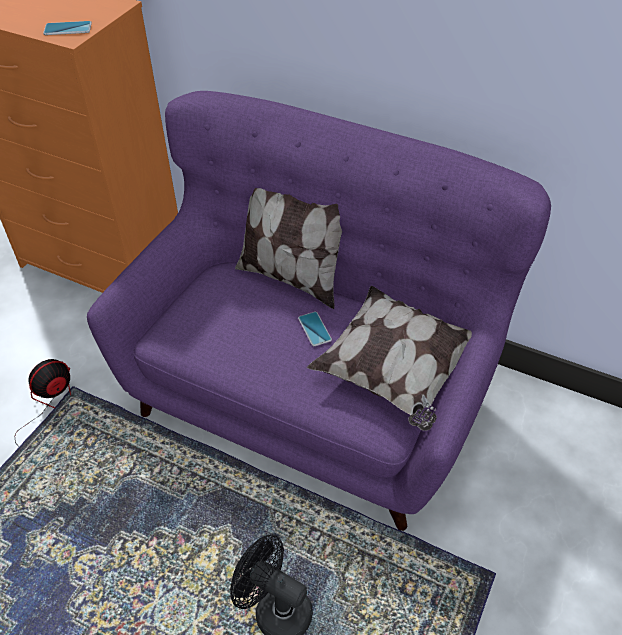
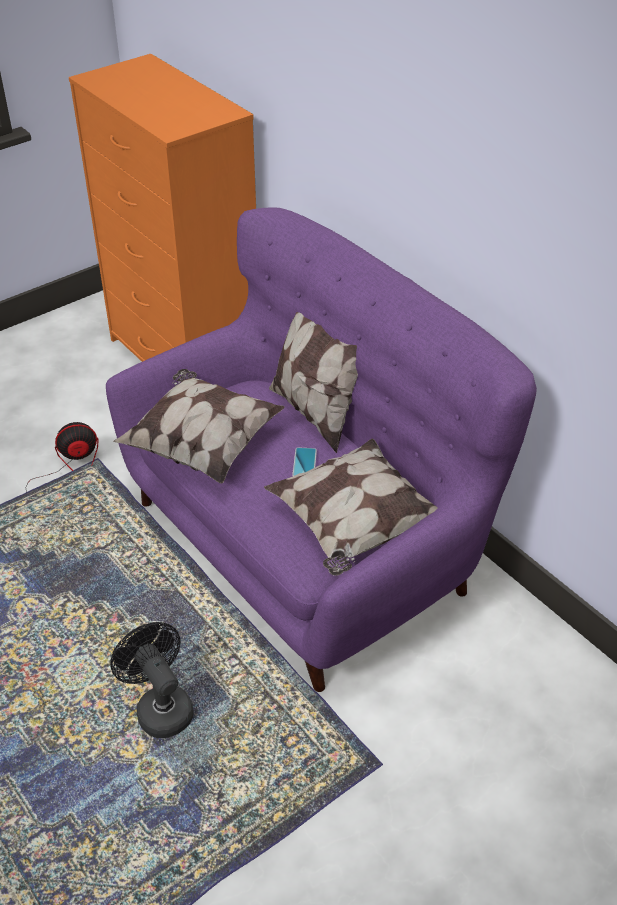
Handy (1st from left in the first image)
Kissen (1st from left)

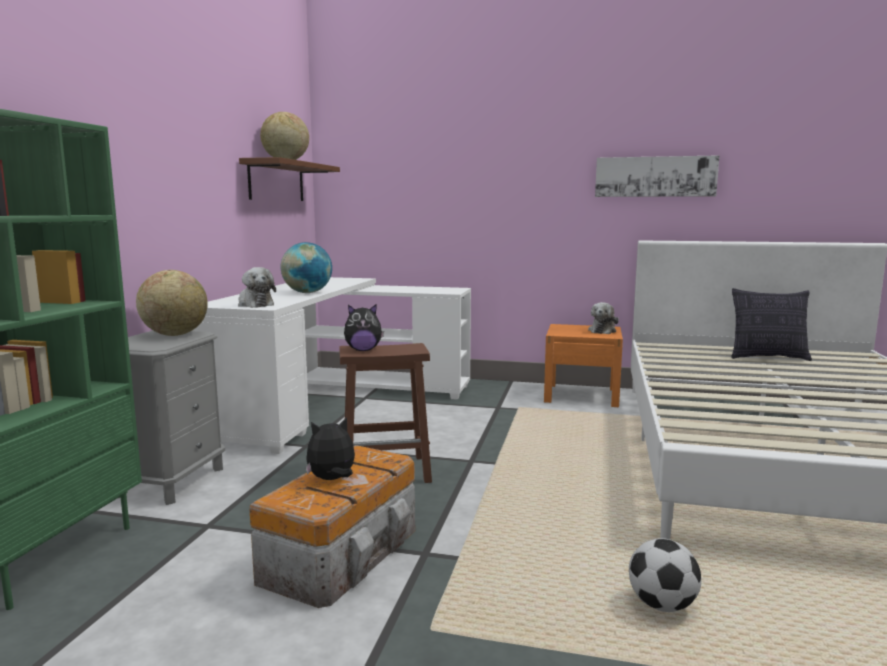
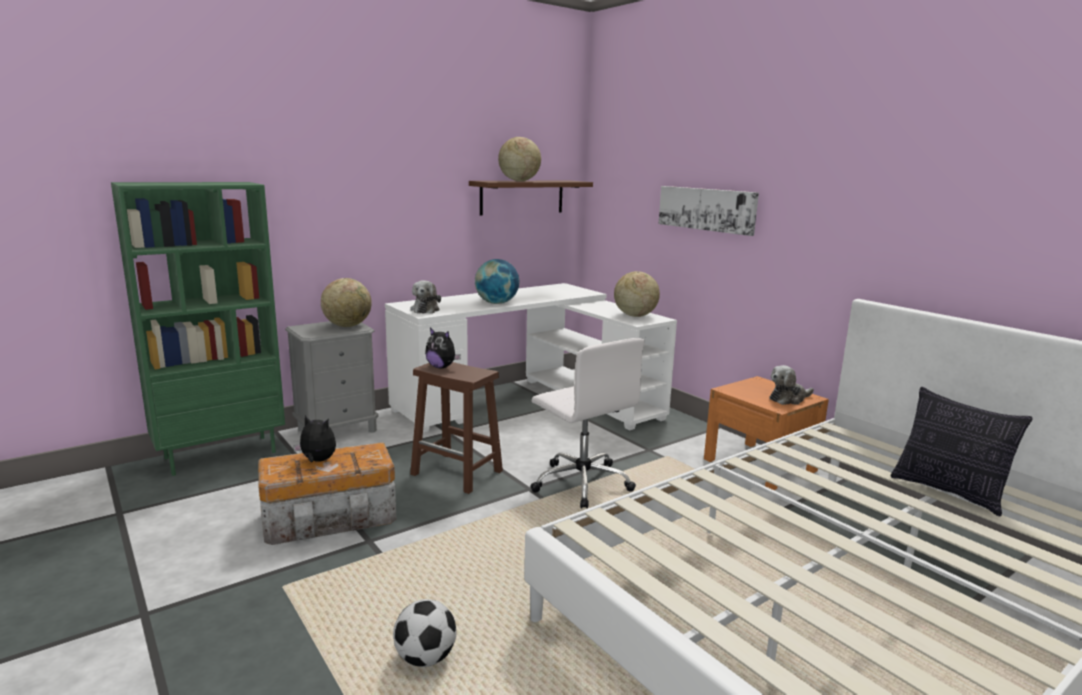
Bürostuhl (weiß)
Globus (4th from left)
Bild

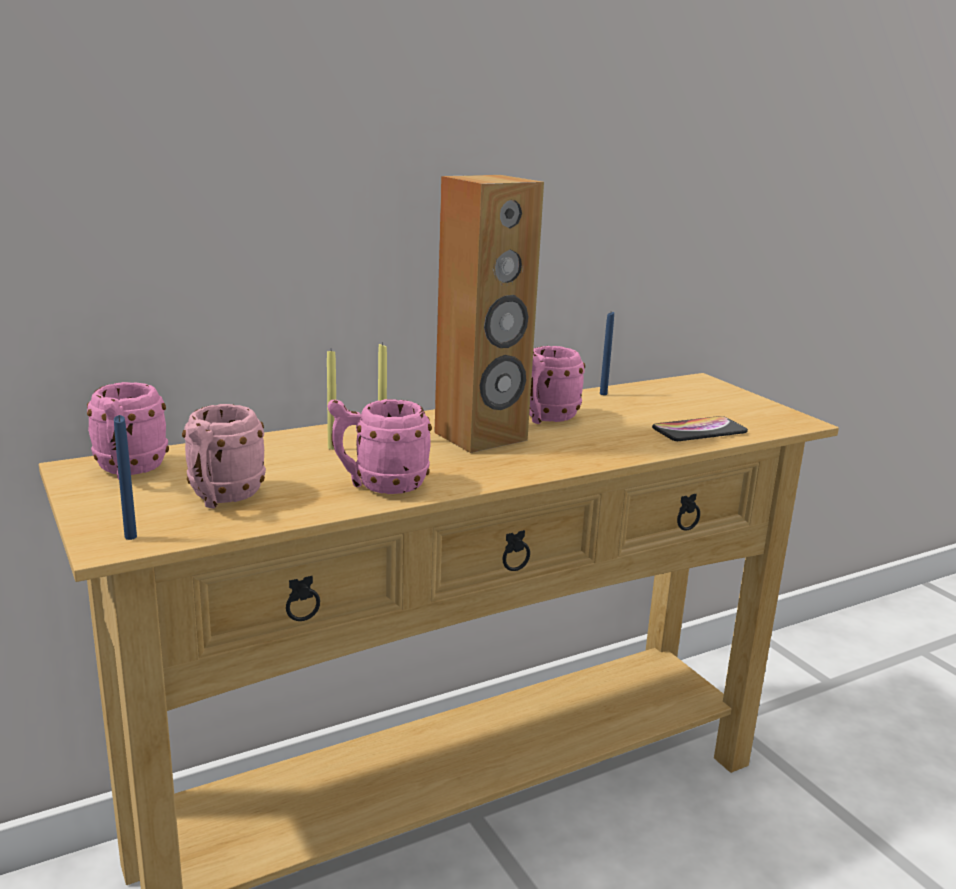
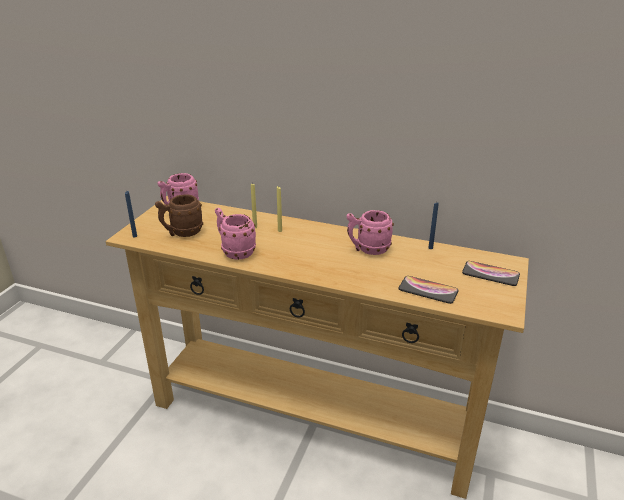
Lautsprecher (braun)
Handy (2nd from left)
Henkelbecher (braun)

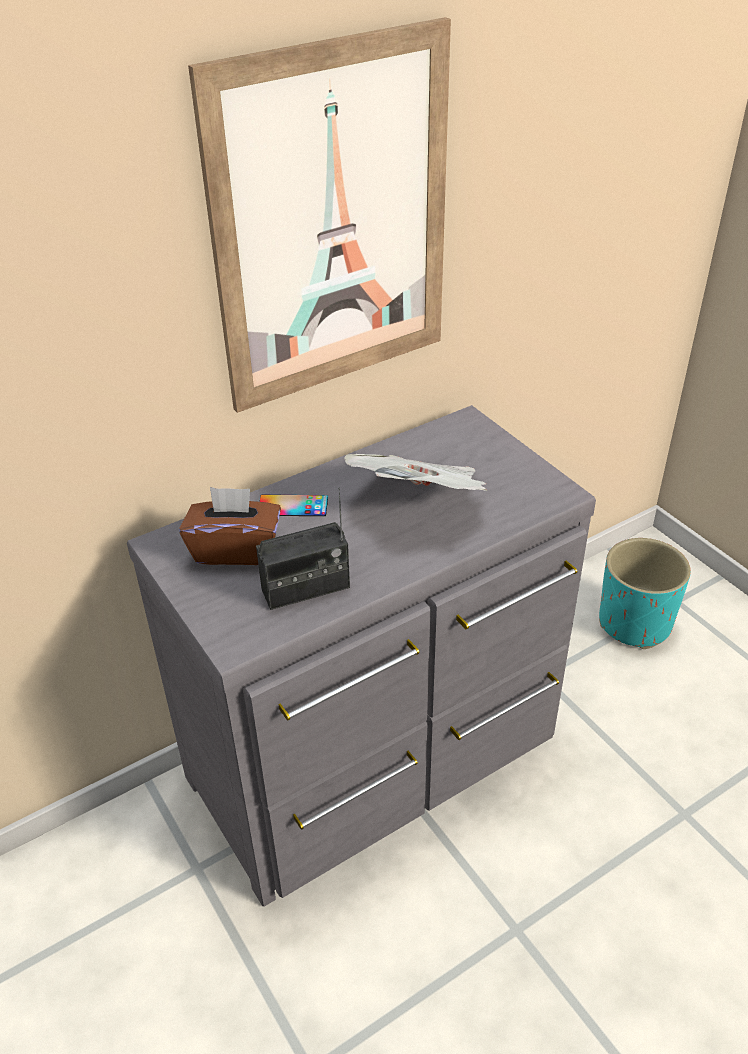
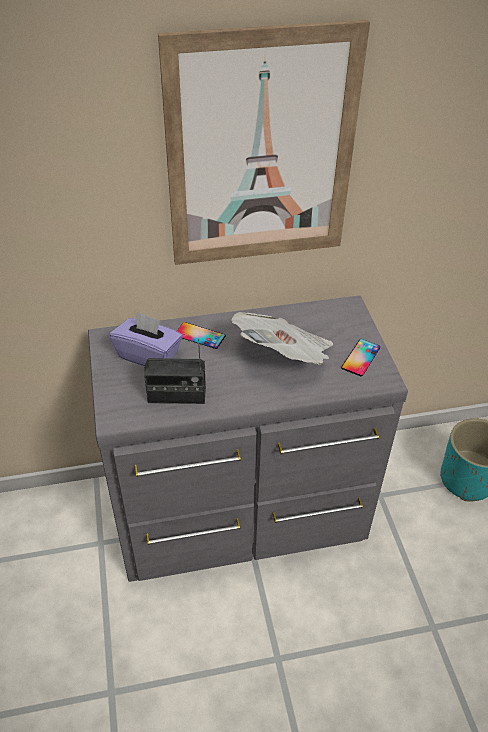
Handy (2nd from left)
Taschentuchbox (lila)

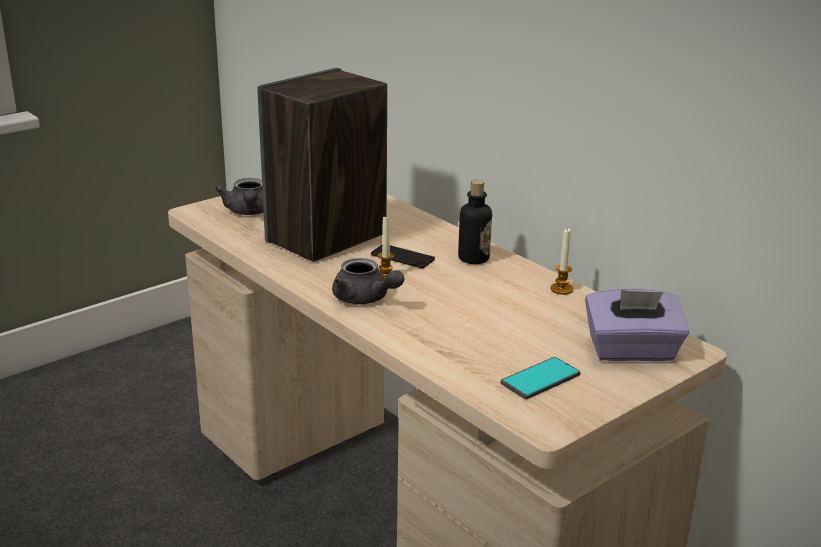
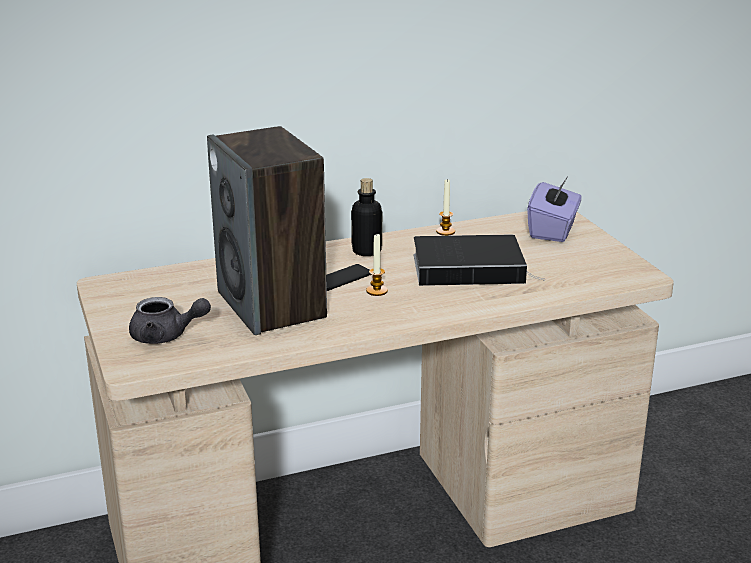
Teekanne (grau) (2nd from left in the first image)
Handy (2nd from left in the first image)
Buch

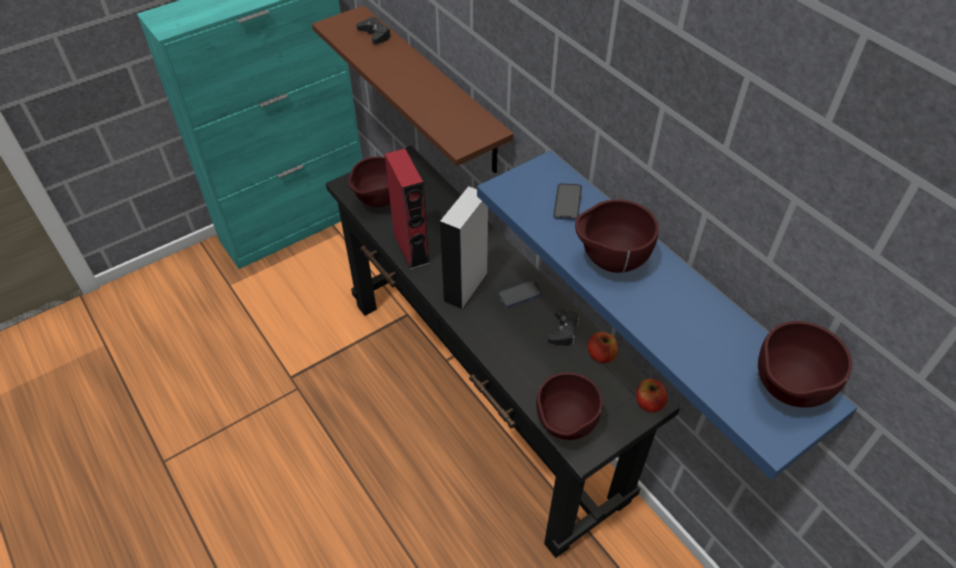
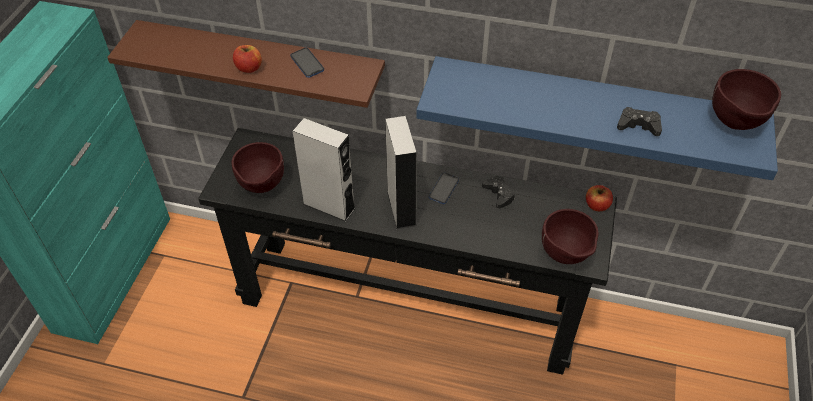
Schüssel (braun) (3rd from left in the first image)
Gamepad (schwarz) (2nd from left)
Handy (1st from left)
Apfel (1st from left)
Lautsprecher (grau) (1st from left)

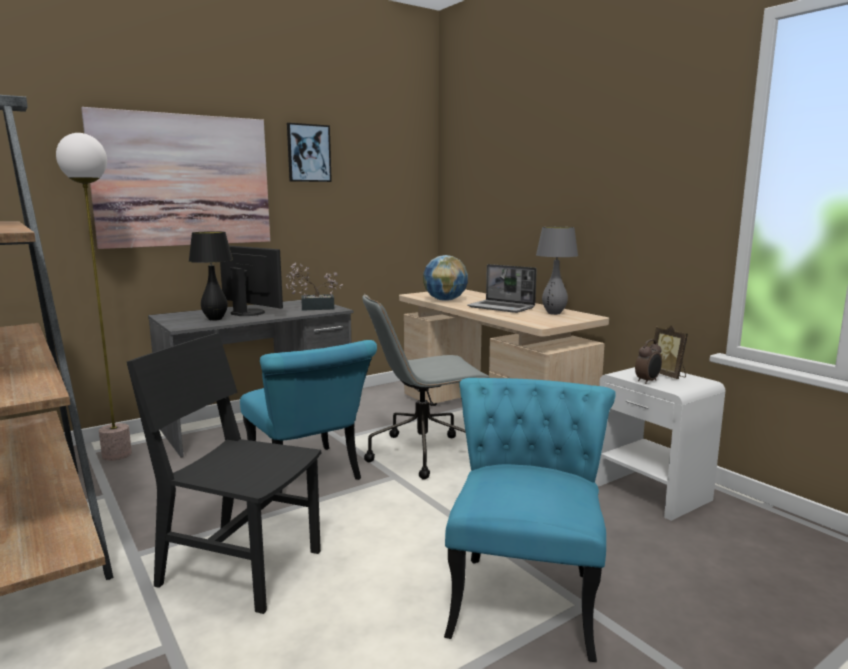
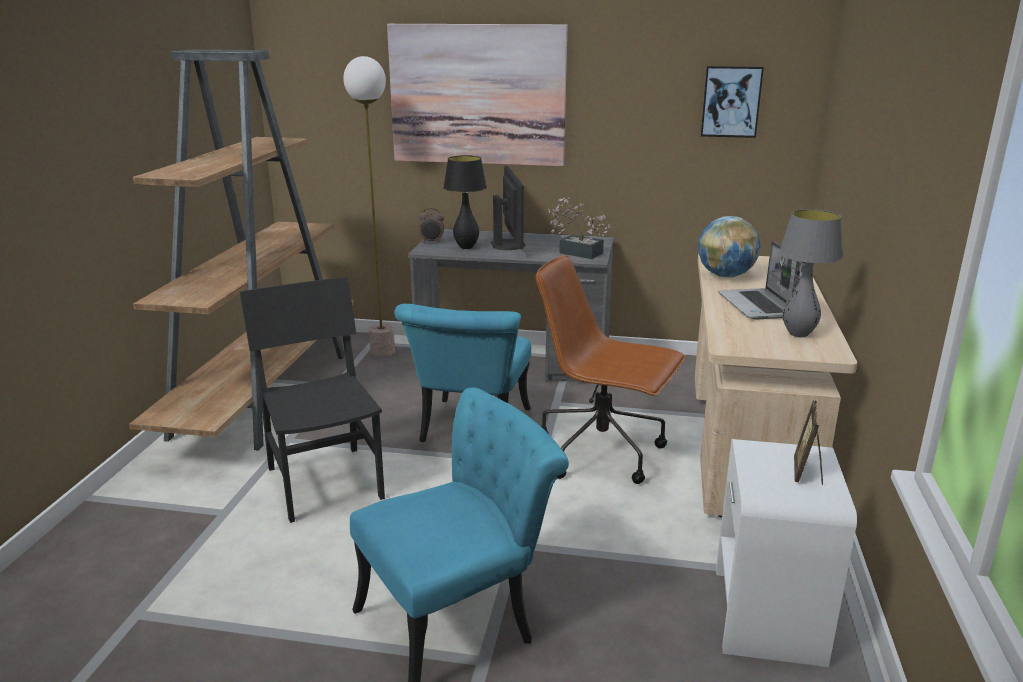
Bild (2nd from left)
Wecker
Bürostuhl (braun)

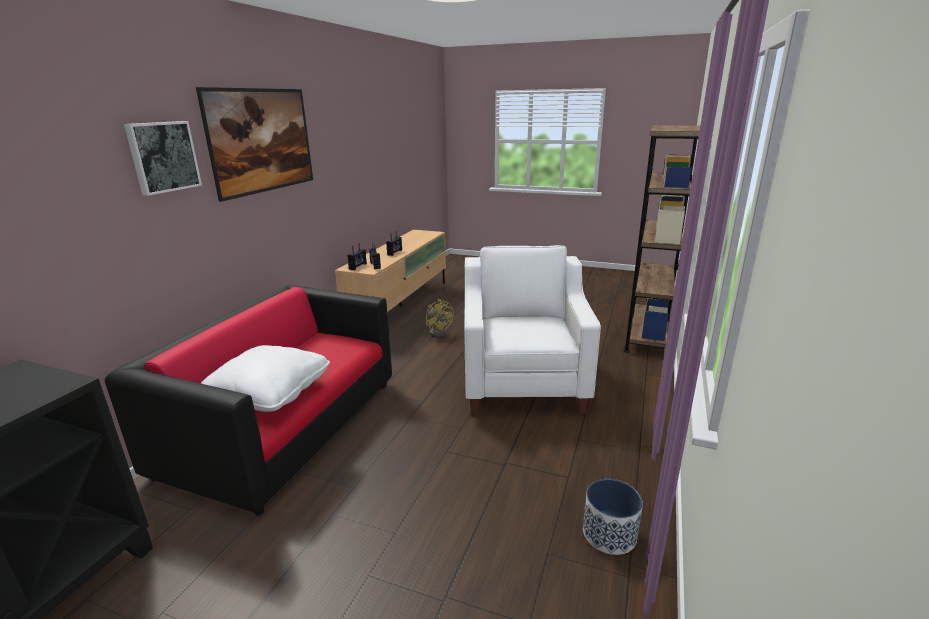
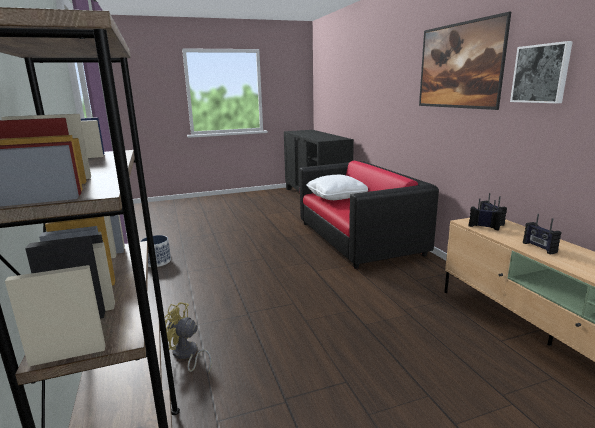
Sessel (weiß)
Bild (2nd from left)
Ventilator (gelb)

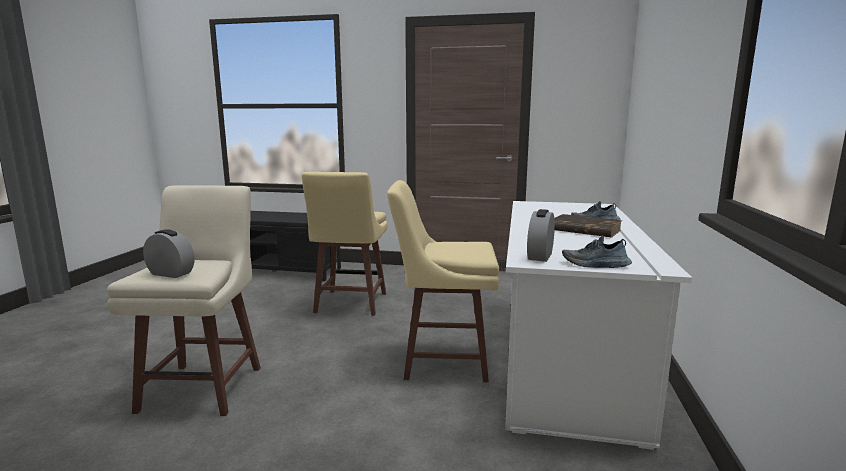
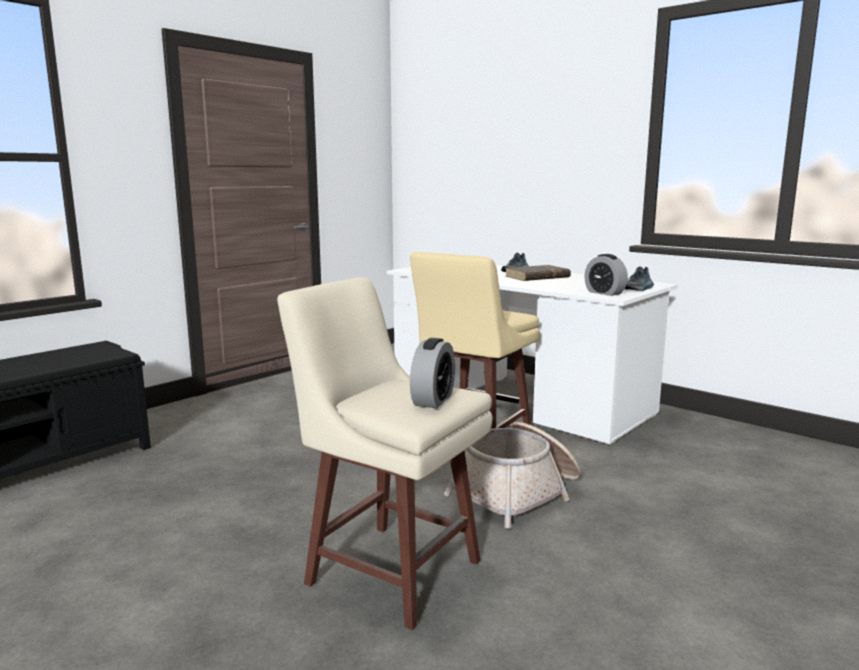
Hocker (beige) (2nd from left in the first image)
Korb
Wecker (1st from left)

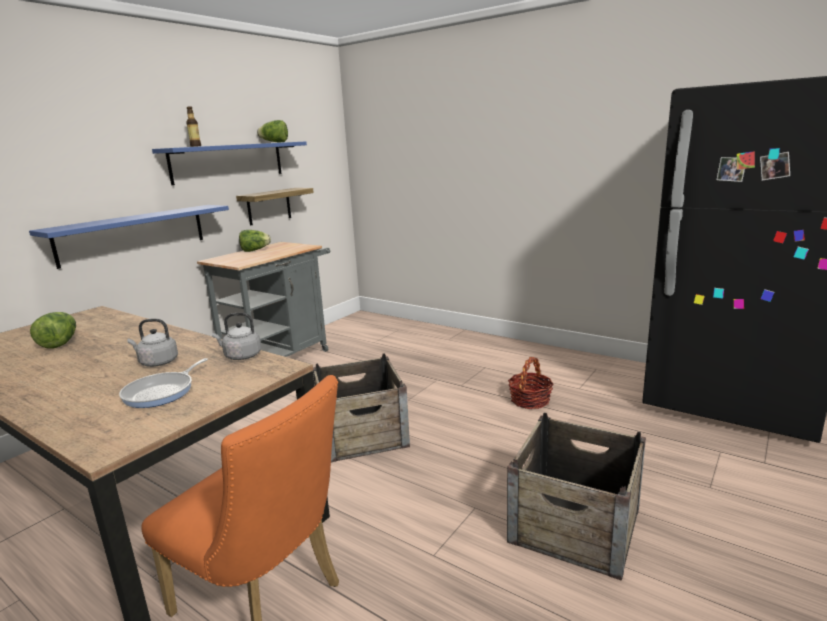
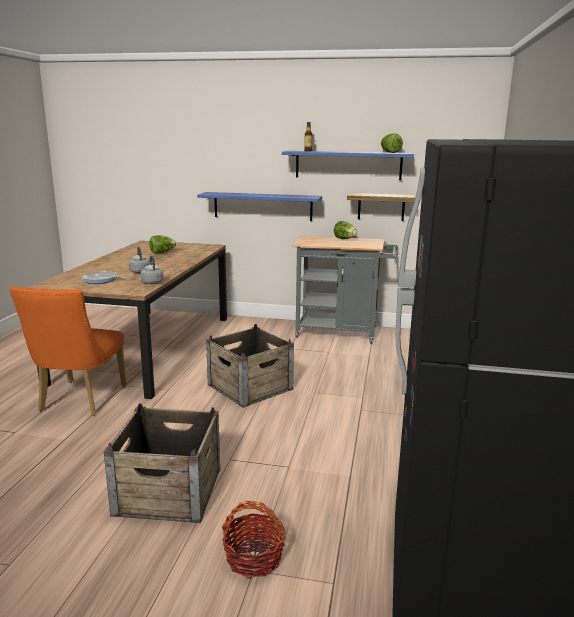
Korb

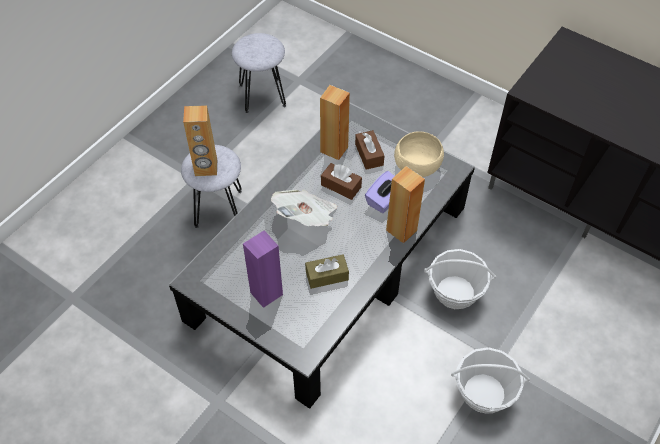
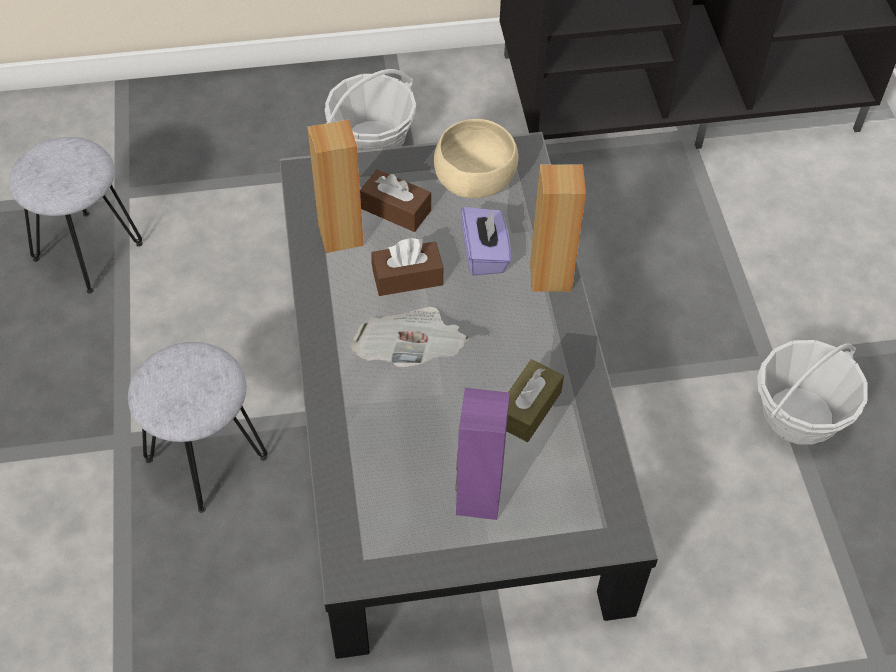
Lautsprecher (braun) (1st from left in the first image)
Korb (1st from left)

